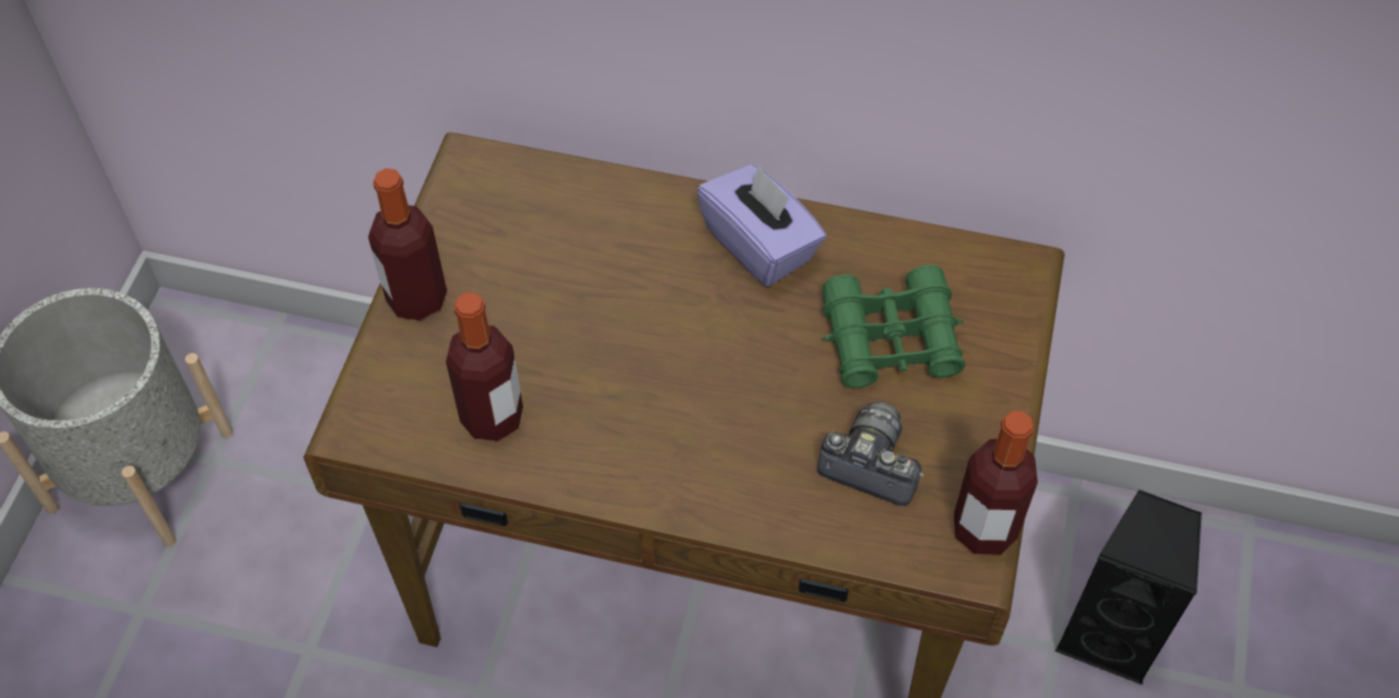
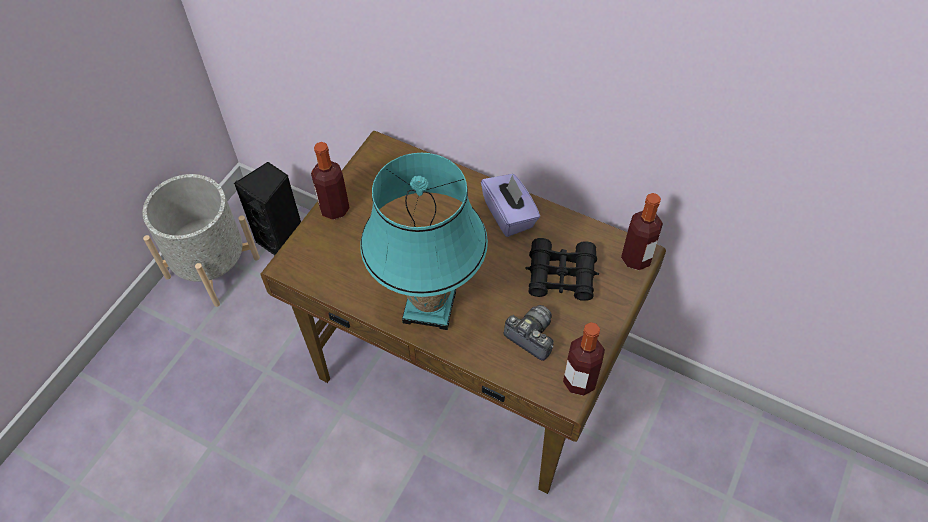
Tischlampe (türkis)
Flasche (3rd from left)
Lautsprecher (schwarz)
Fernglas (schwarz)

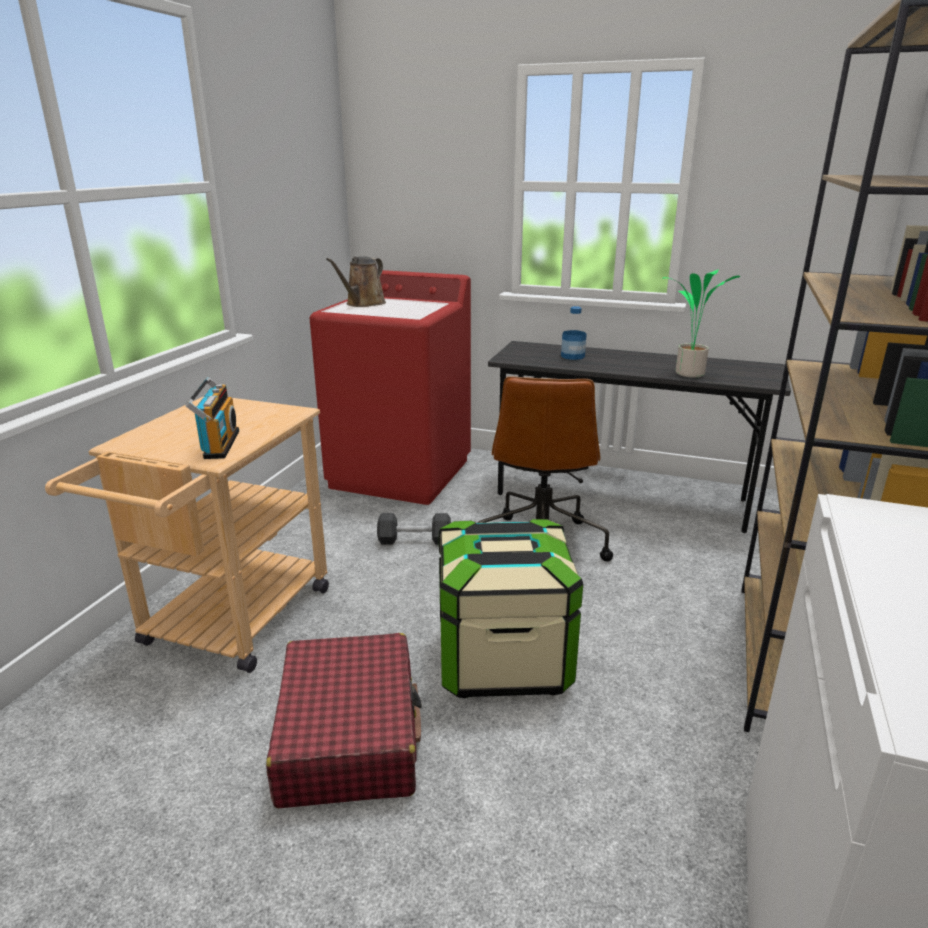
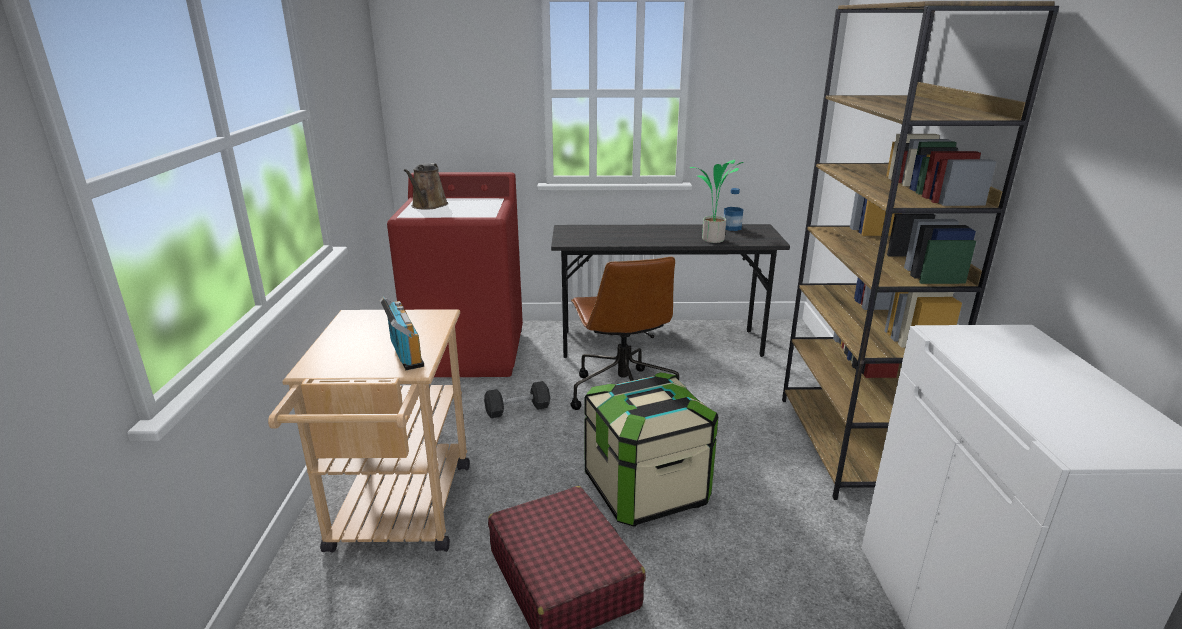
Flasche

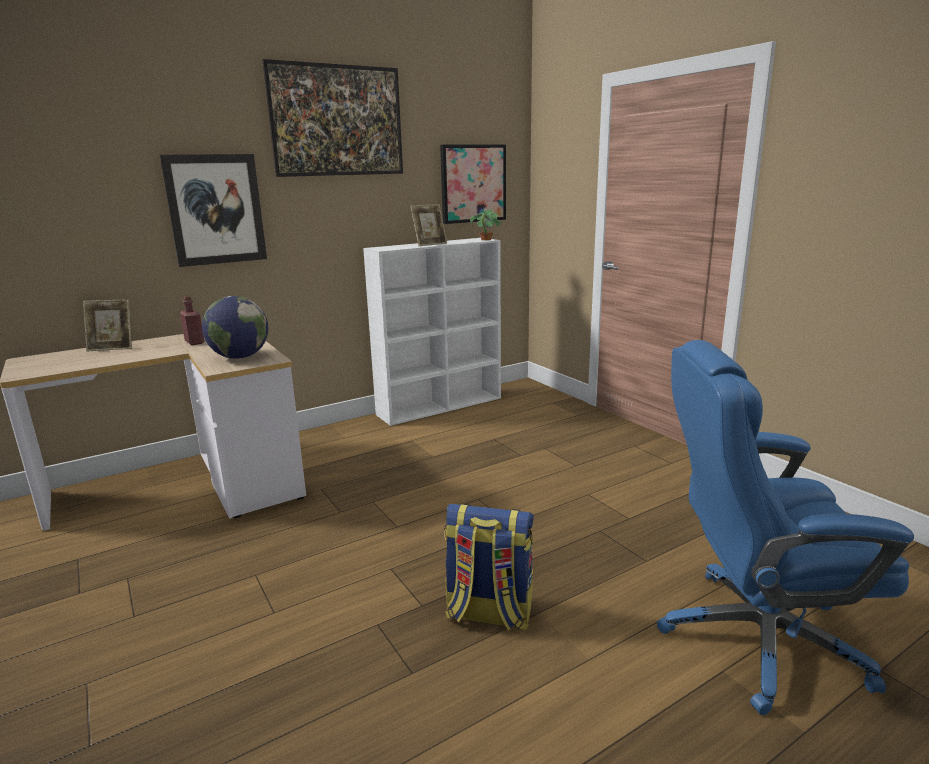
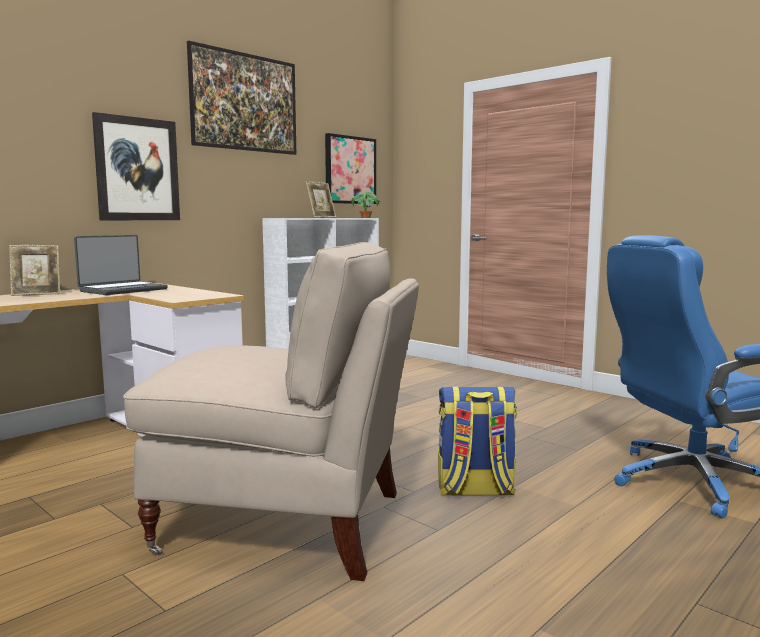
Globus
Stuhl (beige)
Laptop

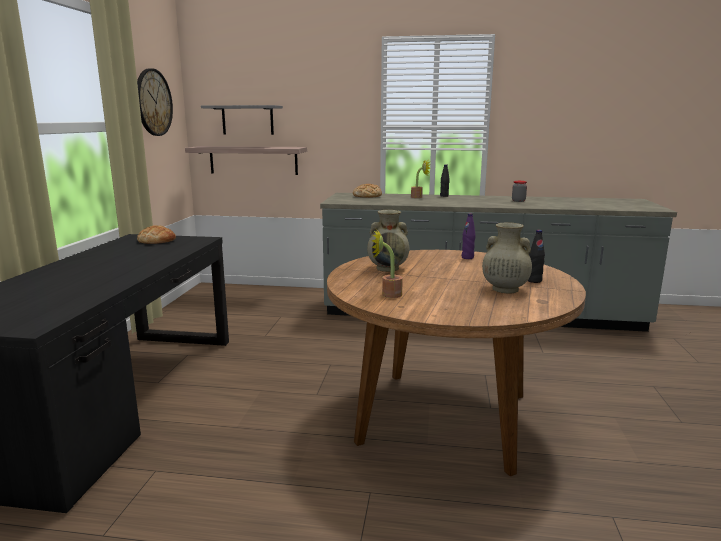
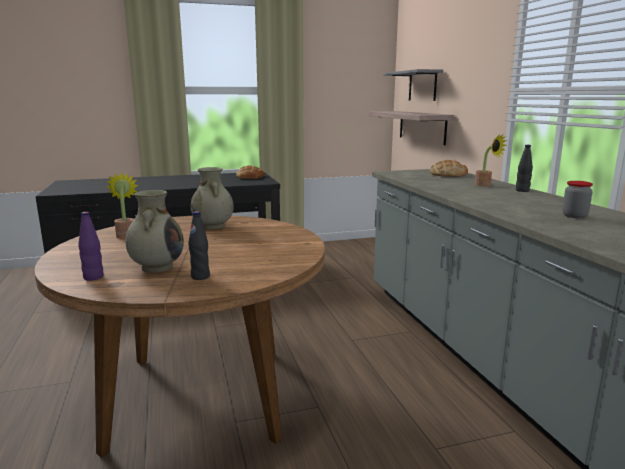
Wanduhr
Flasche (lila)

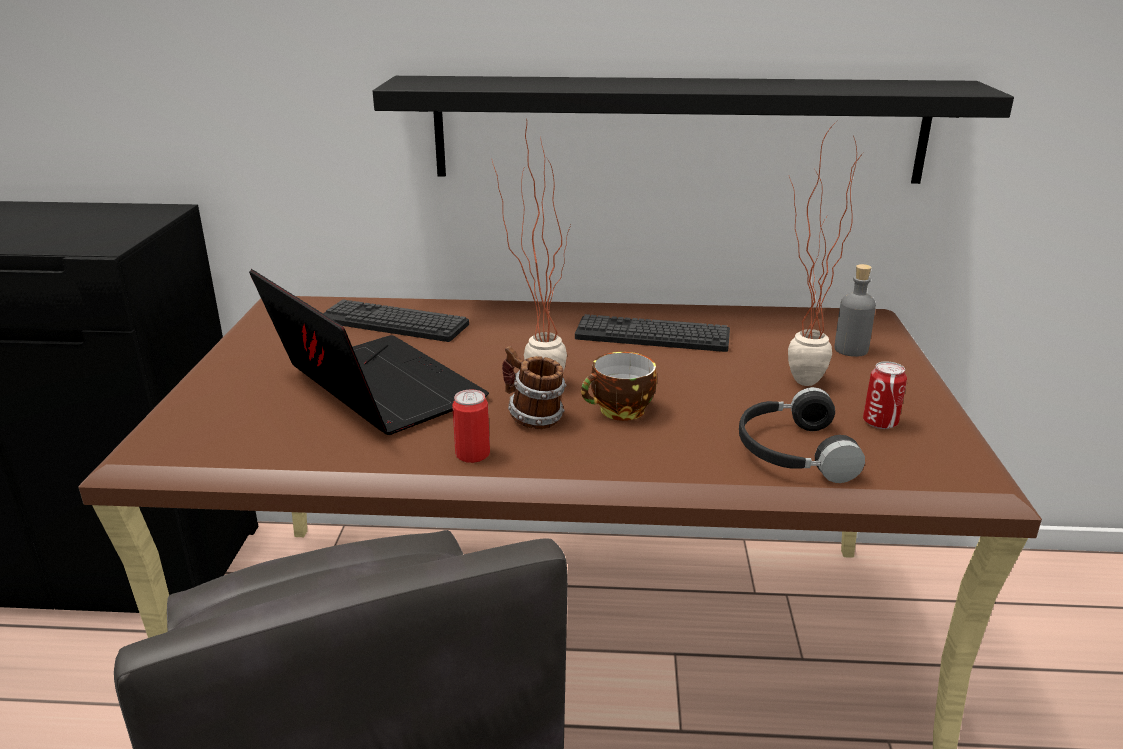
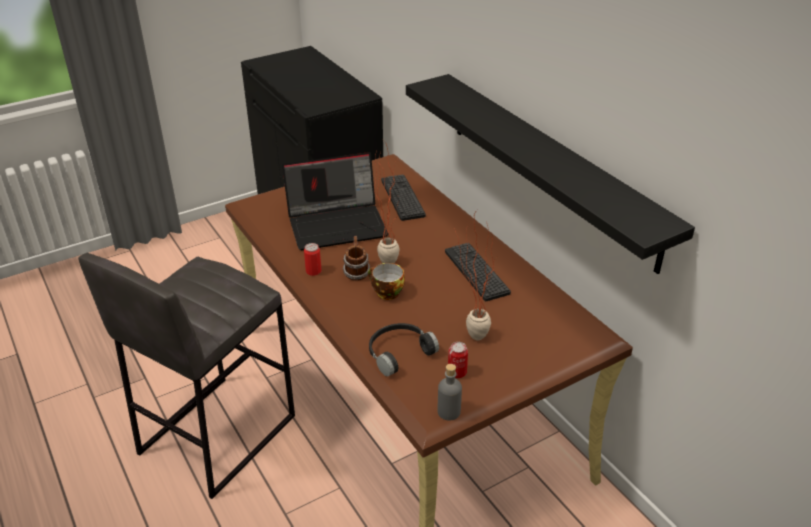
Flasche (grau)
Laptop

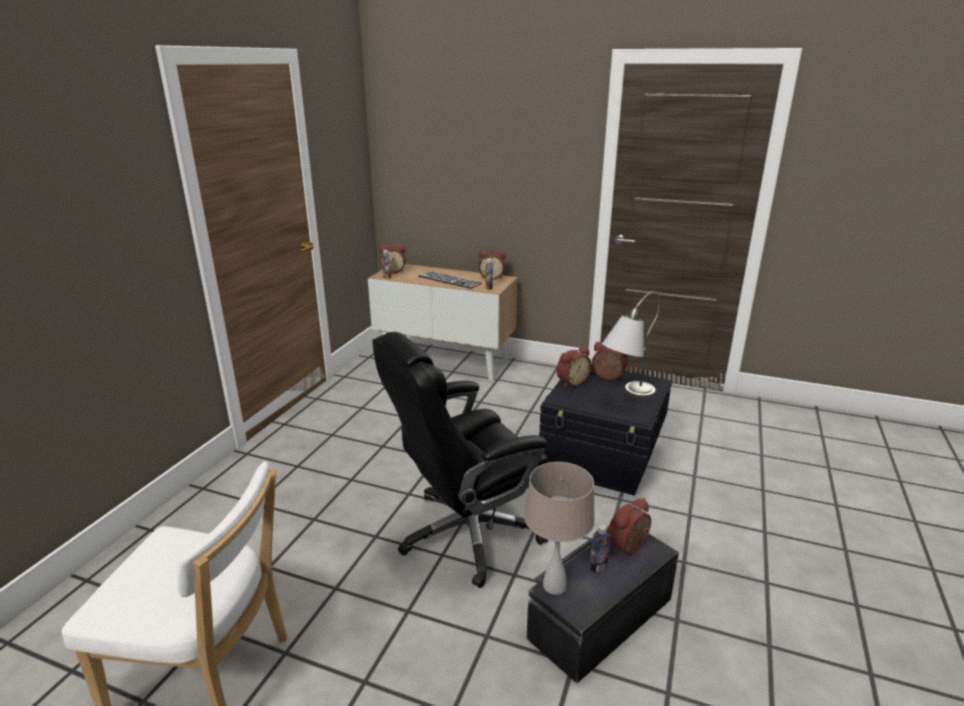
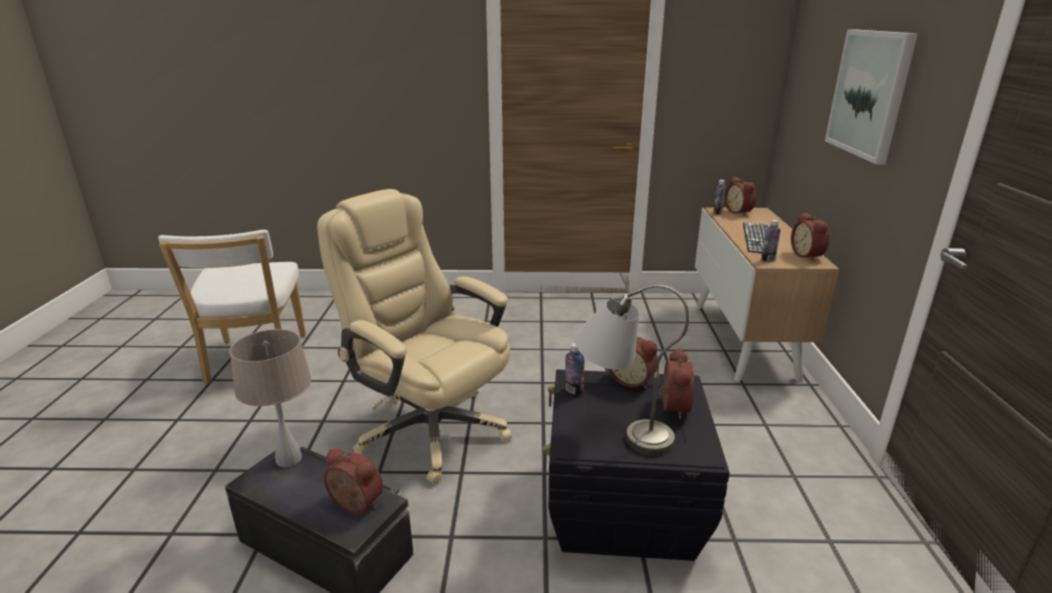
Bild
Flasche (1st from left)
Bürostuhl (beige)

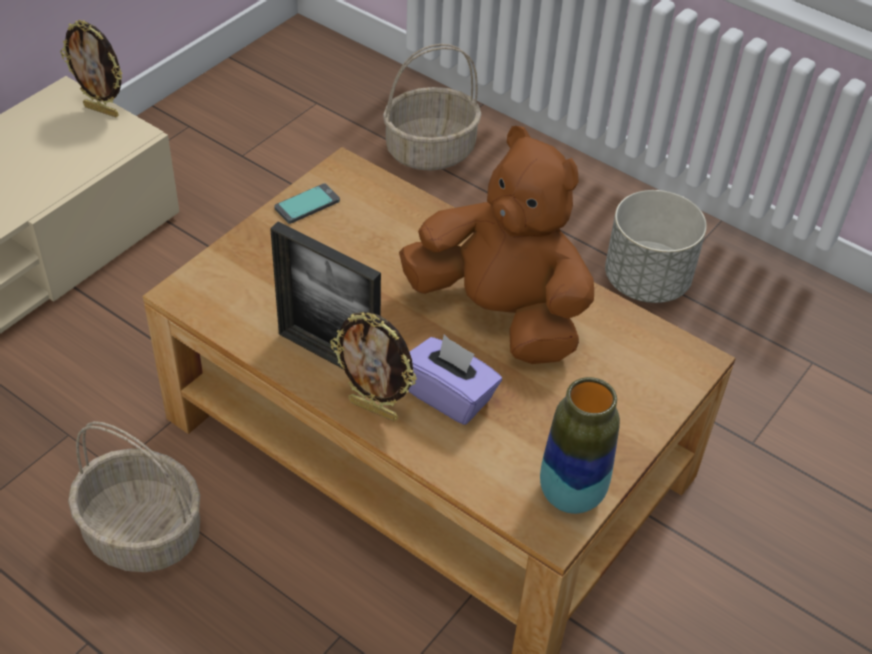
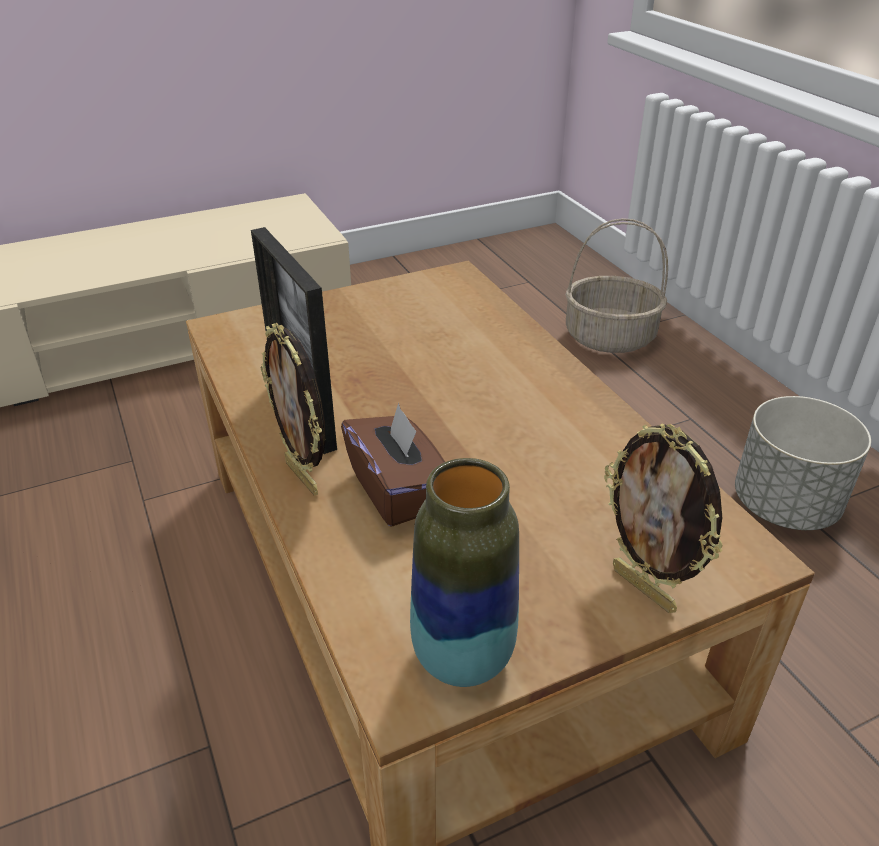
Korb (1st from left in the first image)
Handy
Plüschtier (braun)
Bilderrahmen (3rd from left)
Taschentuchbox (braun)

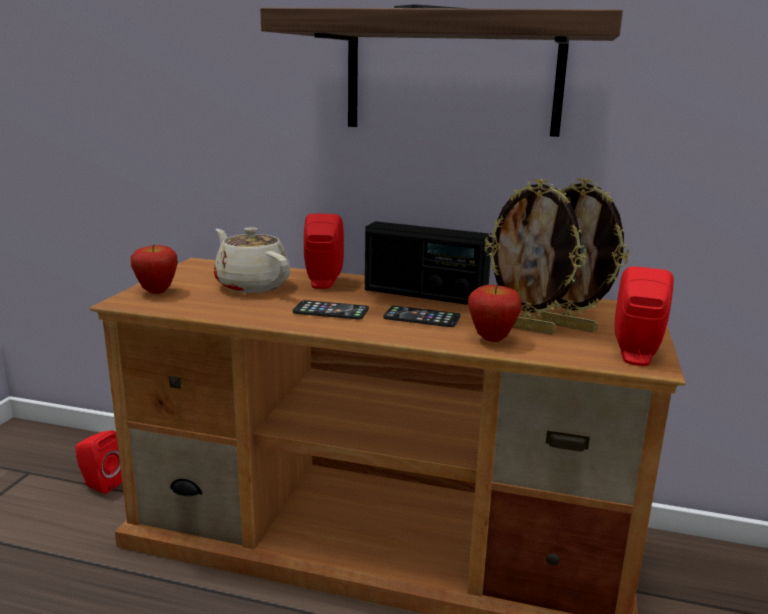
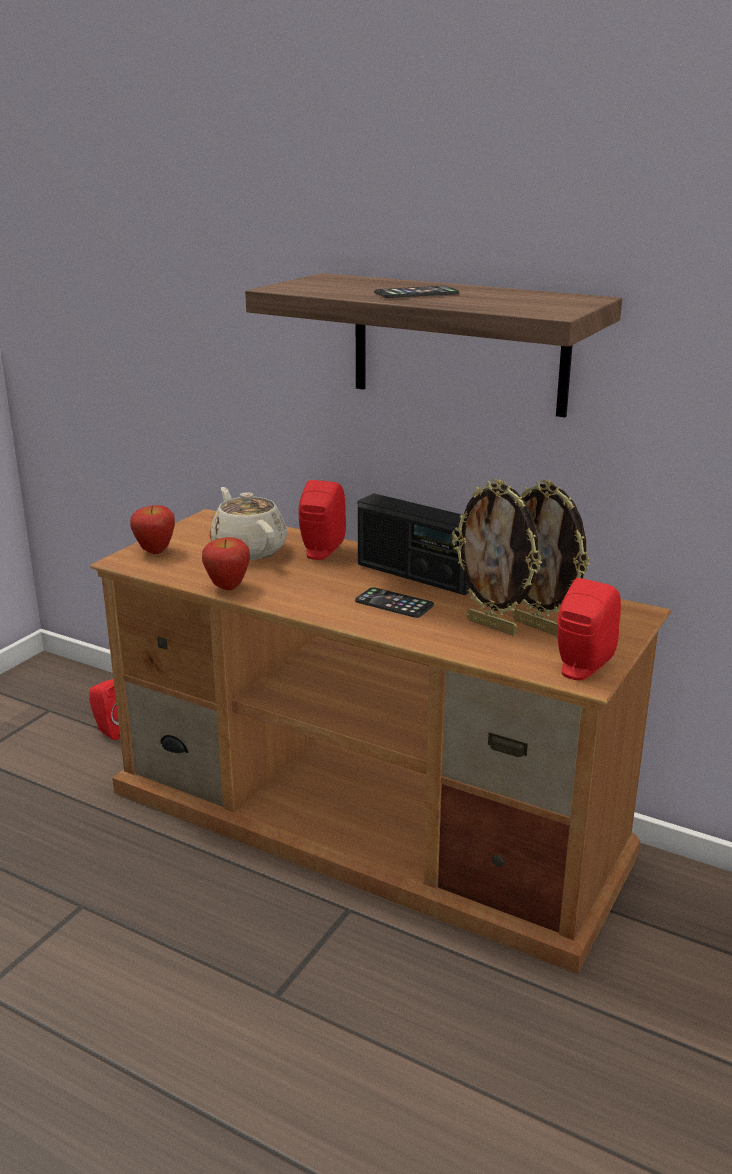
Handy (1st from left in the first image)
Apfel (2nd from left)

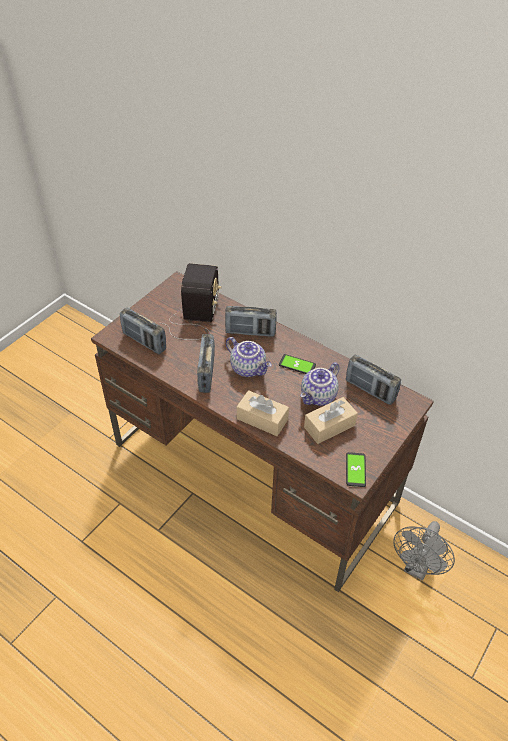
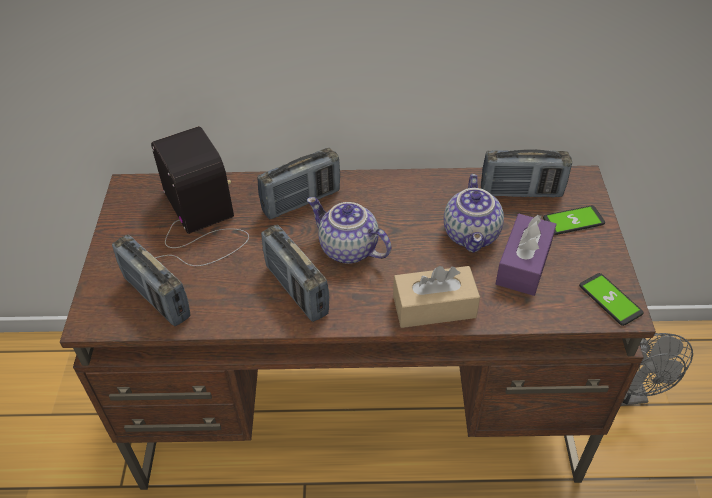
Handy (1st from left)
Taschentuchbox (lila)
Radio (1st from left)
Teekanne (1st from left)

